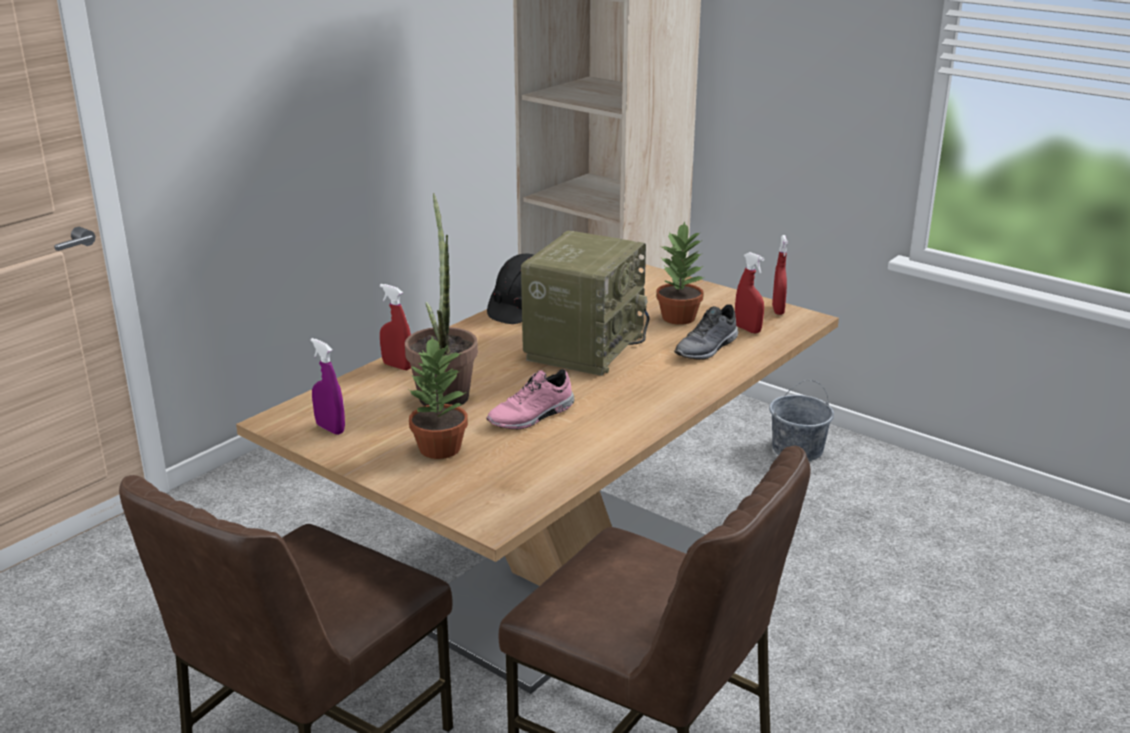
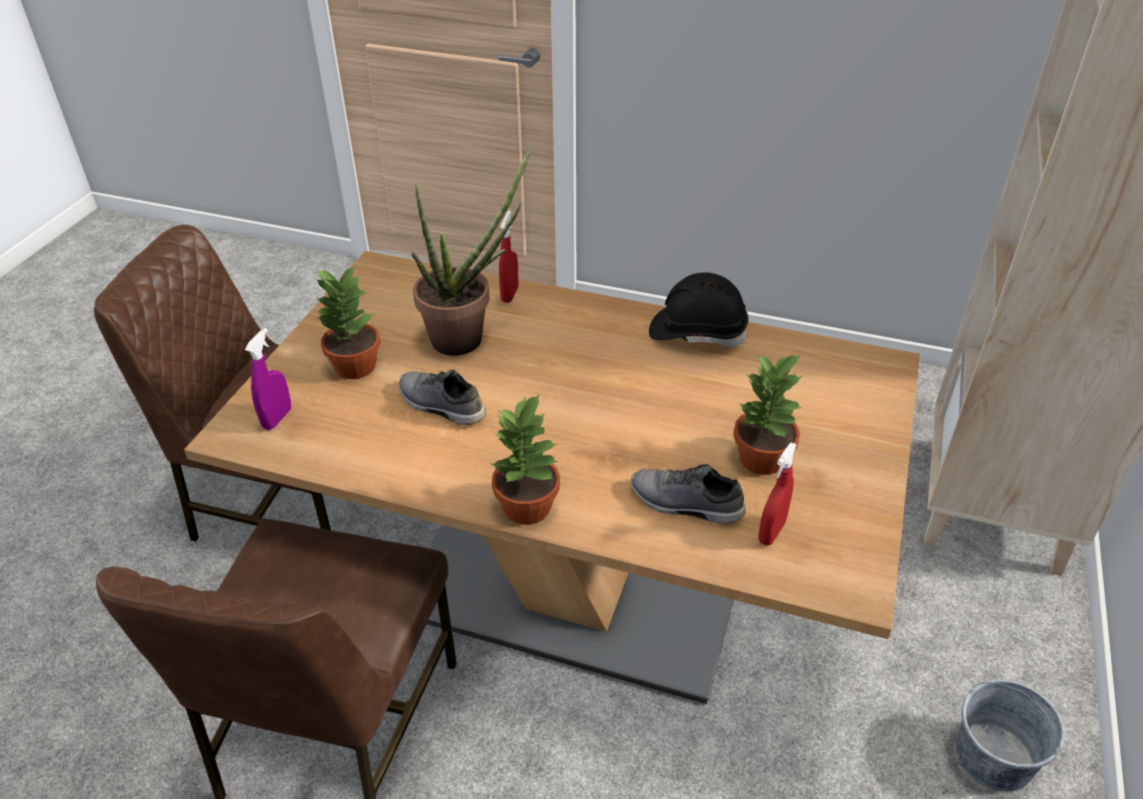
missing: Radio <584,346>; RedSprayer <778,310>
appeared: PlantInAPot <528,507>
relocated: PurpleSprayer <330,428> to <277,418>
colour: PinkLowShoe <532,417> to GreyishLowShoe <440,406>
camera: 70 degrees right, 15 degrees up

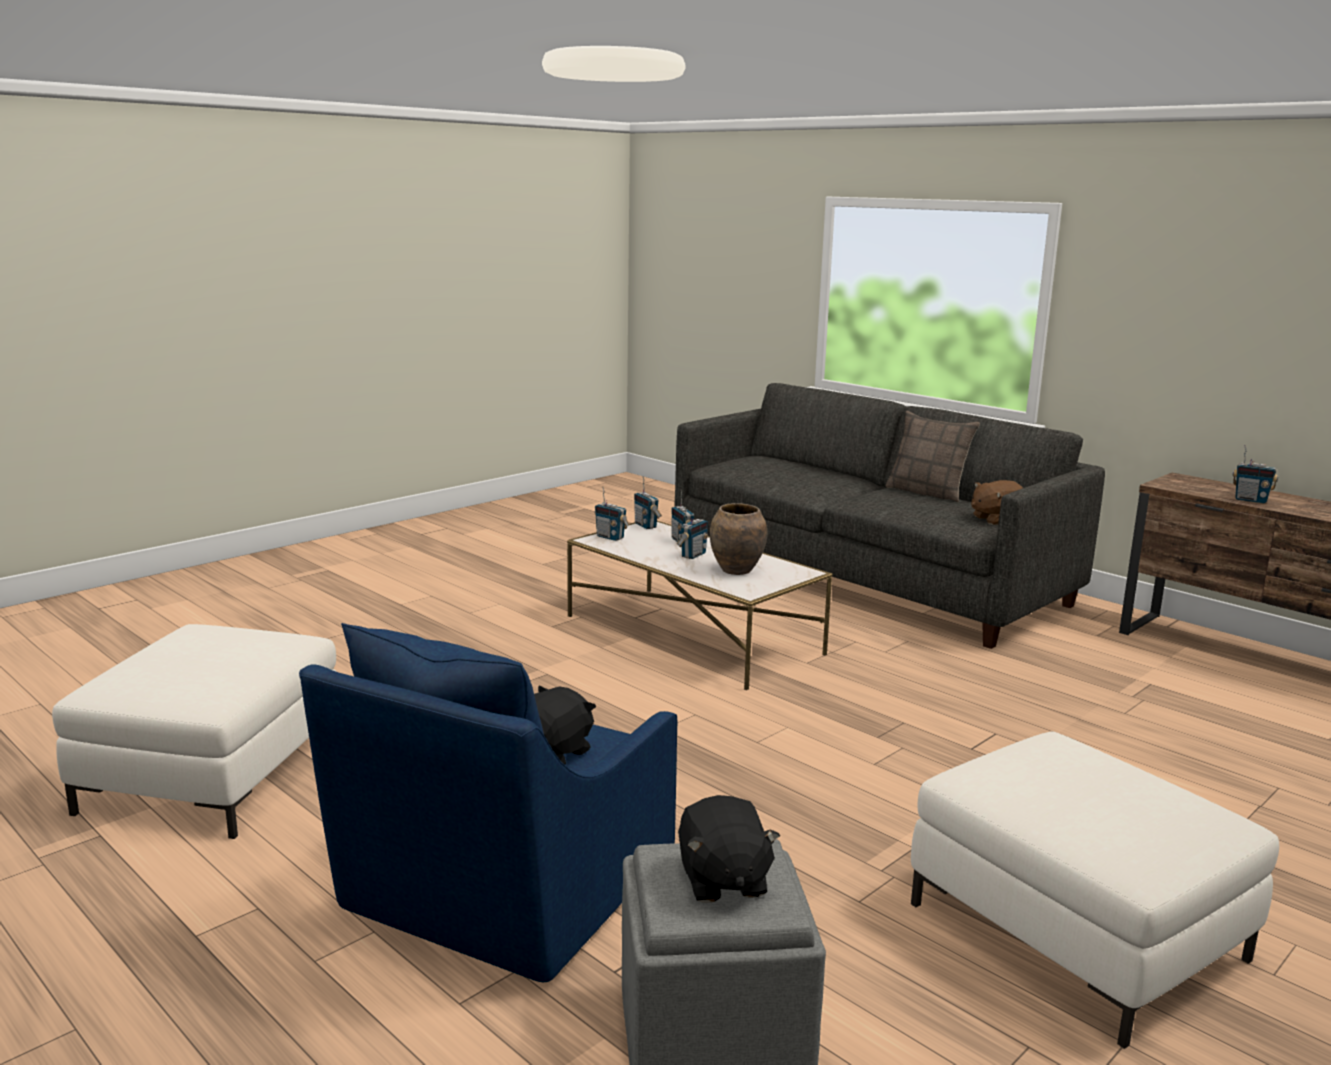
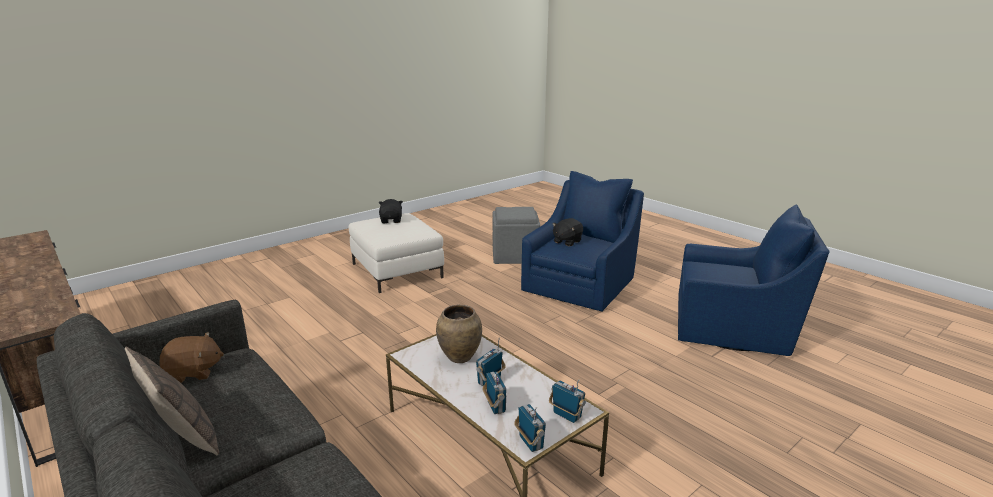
missing: Radio <1250,500>
relocated: BlackSoftToy <722,880> to <391,220>
exchanged: WhitishPouffe <214,774> to BlueEasyChair <735,327>
camera: 175 degrees left, 5 degrees up

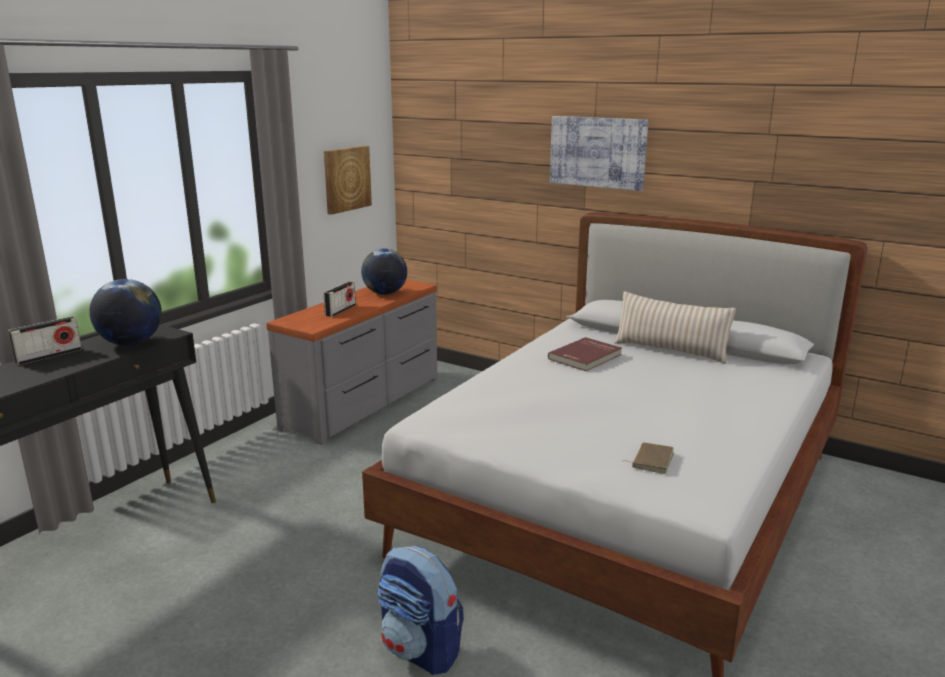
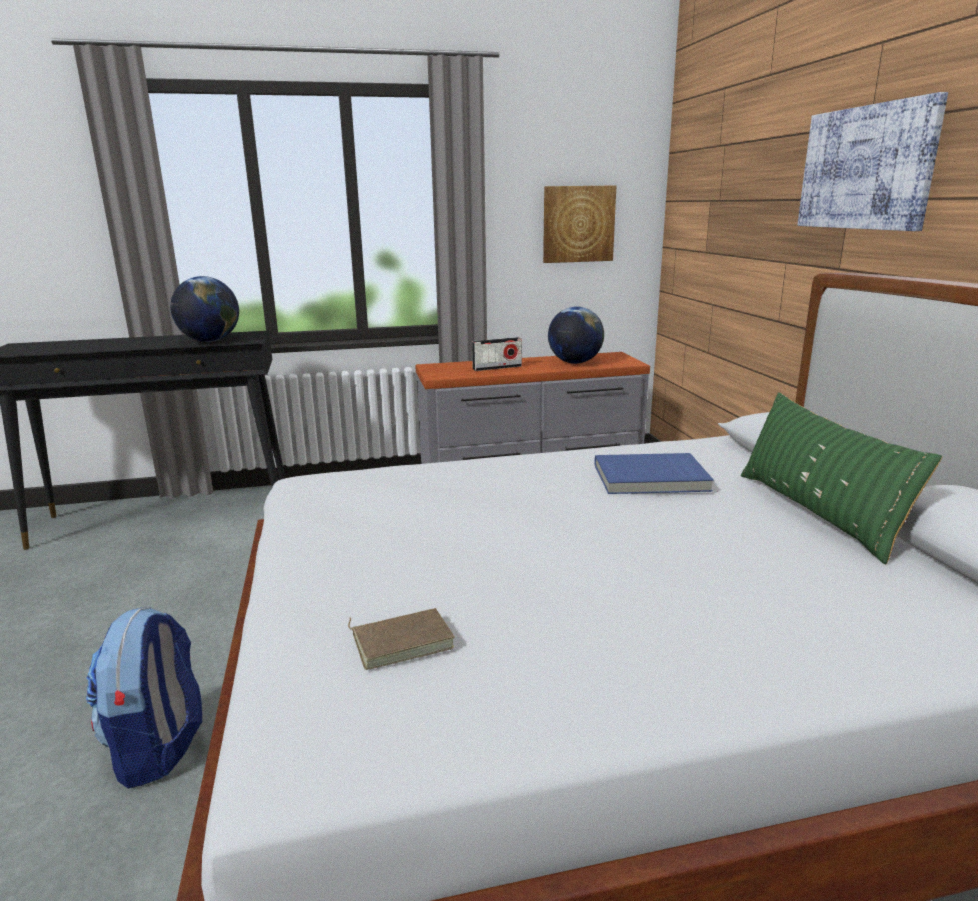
missing: Radio <49,356>
colour: RedBoundBook <586,357> to BlueBoundBook <651,478>; SandColouredThrowPillow <670,350> to GreenColouredThrowPillow <816,512>
camera: 45 degrees right, 0 degrees up

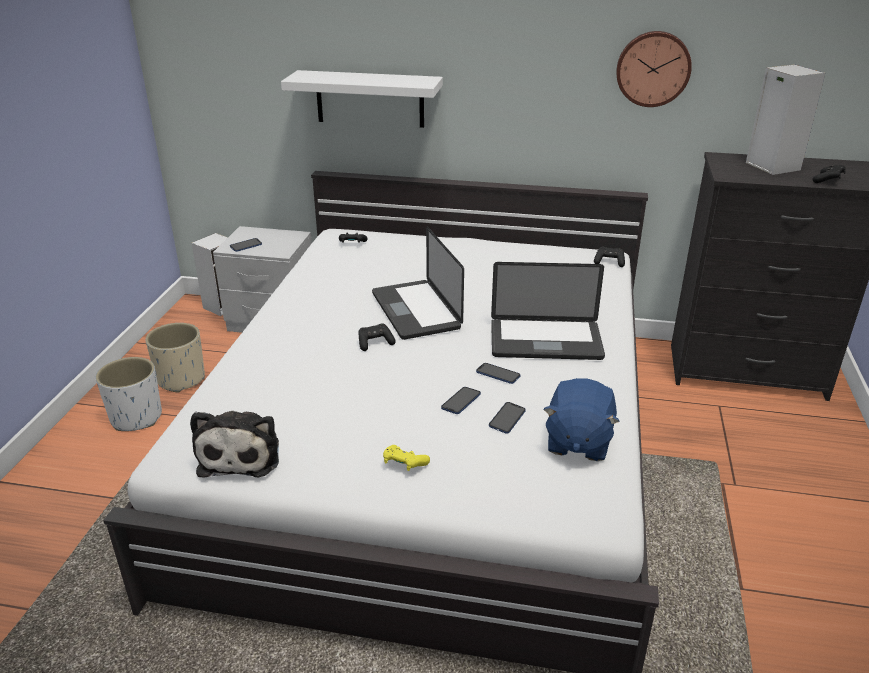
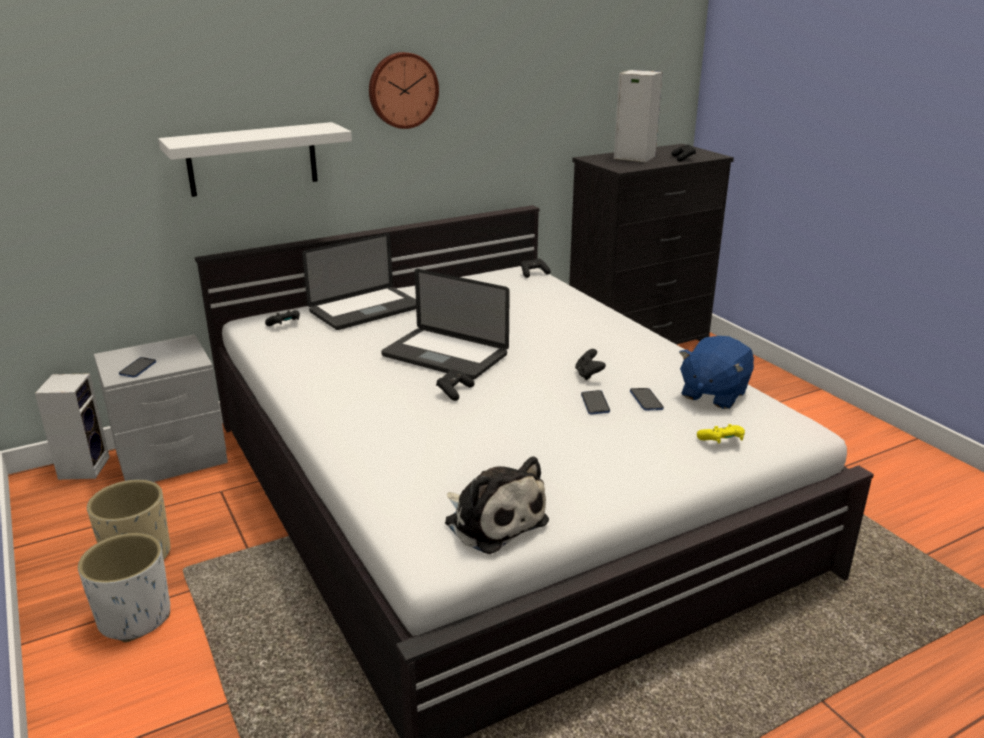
relocated: PortableComputer <545,341> to <365,310>; WallClock <653,68> to <402,90>; YellowJoypad <404,465> to <721,442>
exchanged: Handset <498,374> to BlackJoypad <588,375>
spun: BlueSoftToy <577,441> = <713,394> 60 degrees clockwise
camera: 40 degrees left, 5 degrees down

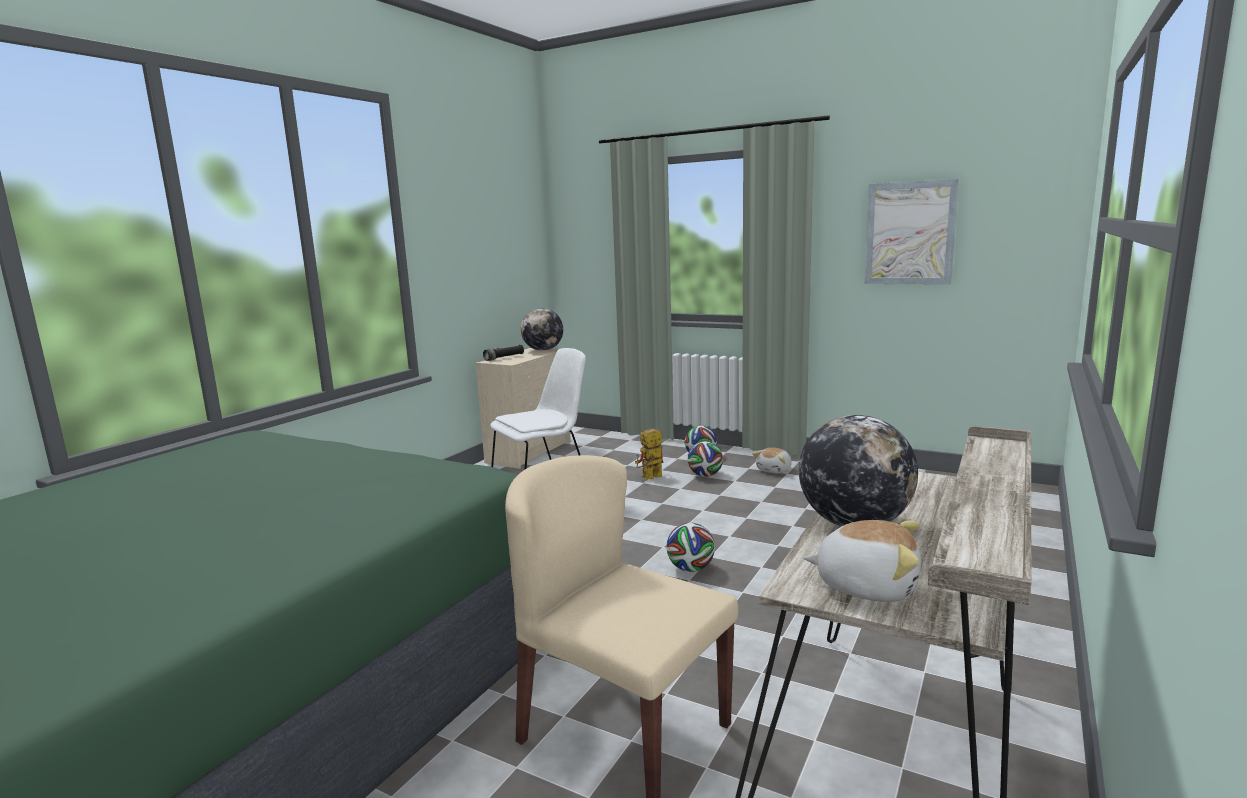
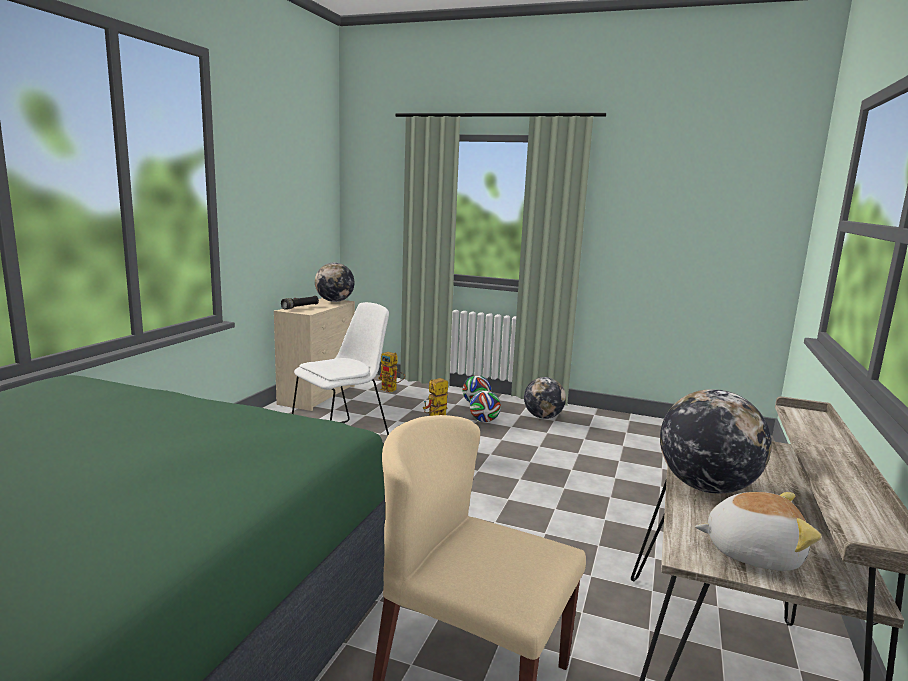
missing: BallForFootball <690,569>; Picture <909,233>
appeared: RobotFigure <392,390>
exchanged: SoftToy <775,470> to DeskGlobe <543,417>
camera: 10 degrees left, 0 degrees up

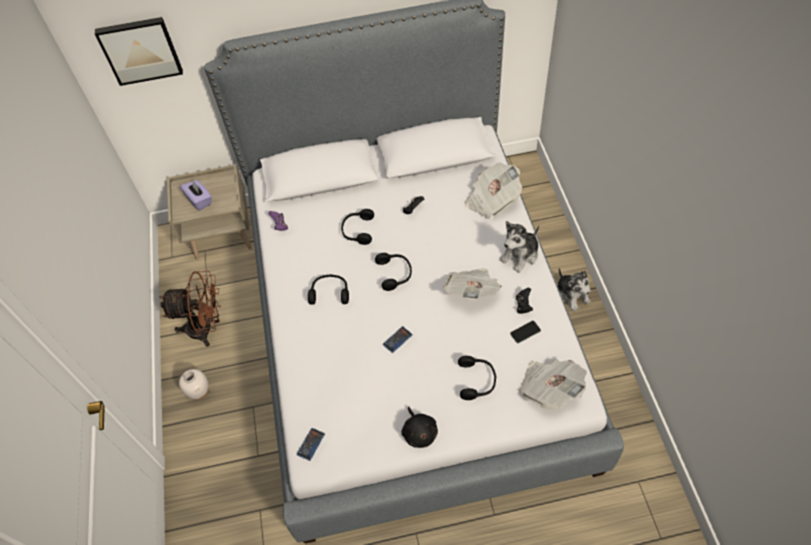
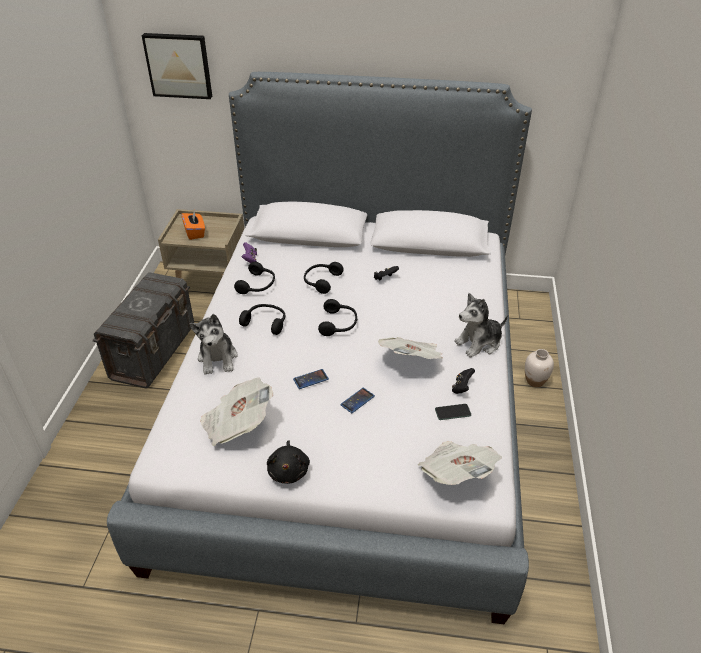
relocated: SoftToy <571,295> to <218,358>; Newspaper <492,200> to <237,424>; BlackPairOfHeadphones <477,381> to <258,285>; Handset <311,444> to <357,400>; WhitishVase <200,392> to <535,381>
exchanged: BrownishFan <206,328> to GreyishStorageBin <154,351>
colour: PurpleTissueBox <199,200> to OrangeyTissueBox <195,232>
camera: 15 degrees right, 15 degrees down

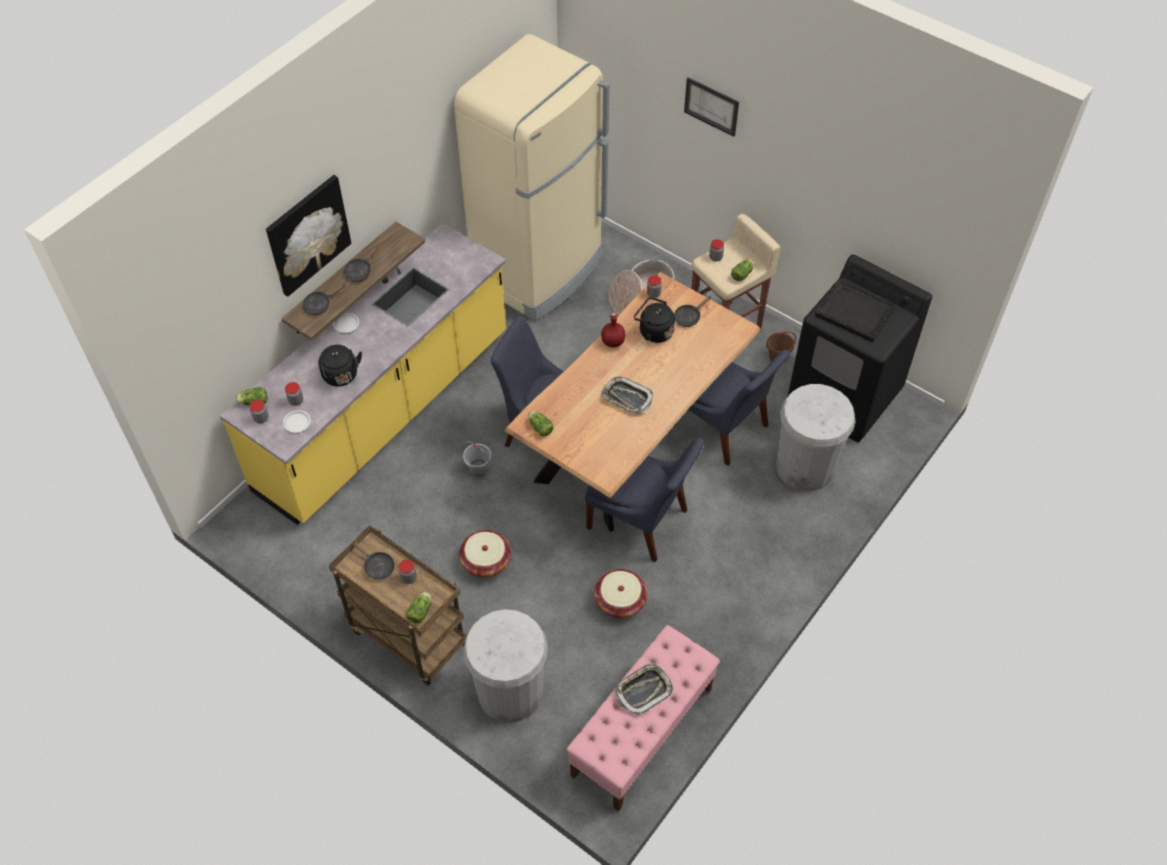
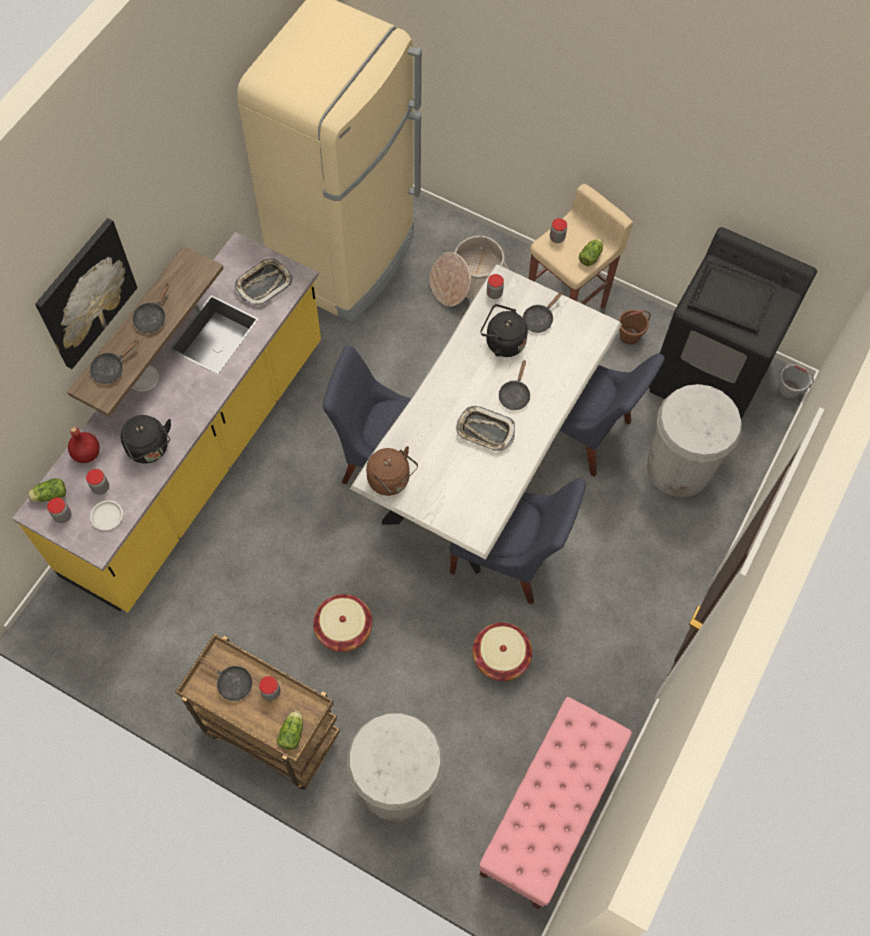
missing: Picture <711,106>
appeared: BlackPan <514,395>
relocated: RedBeverageBottle <612,342> to <86,453>; Tray <643,690> to <263,284>; GreyishWaterBucket <478,468> to <788,390>
exchanged: HeadOfLettuce <539,427> to BrownishKettle <391,481>
colour: BrownishDinnerTable <633,439> to WhitishDinnerTable <484,457>
camera: 10 degrees left, 10 degrees up

